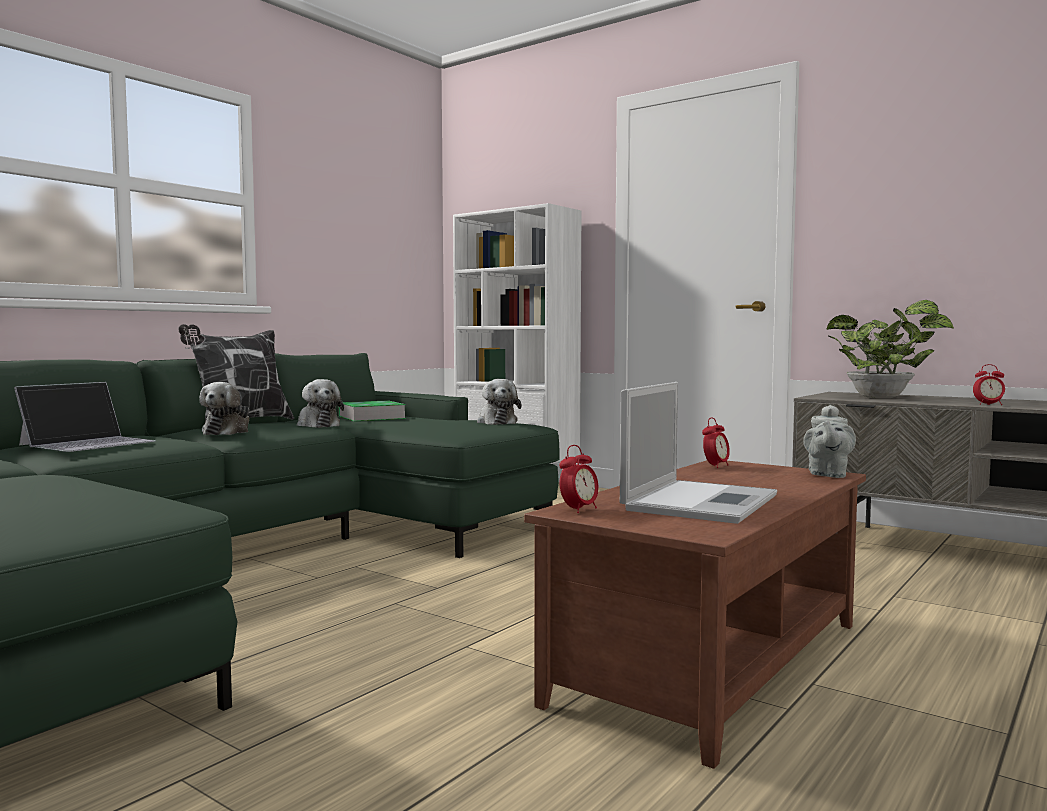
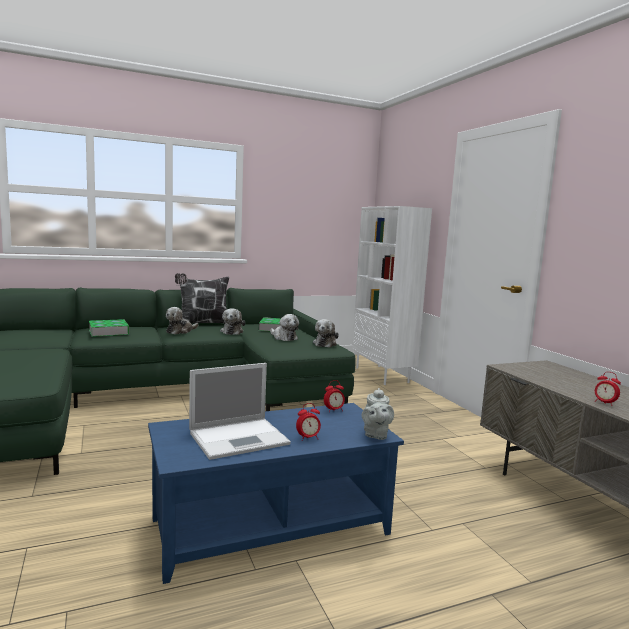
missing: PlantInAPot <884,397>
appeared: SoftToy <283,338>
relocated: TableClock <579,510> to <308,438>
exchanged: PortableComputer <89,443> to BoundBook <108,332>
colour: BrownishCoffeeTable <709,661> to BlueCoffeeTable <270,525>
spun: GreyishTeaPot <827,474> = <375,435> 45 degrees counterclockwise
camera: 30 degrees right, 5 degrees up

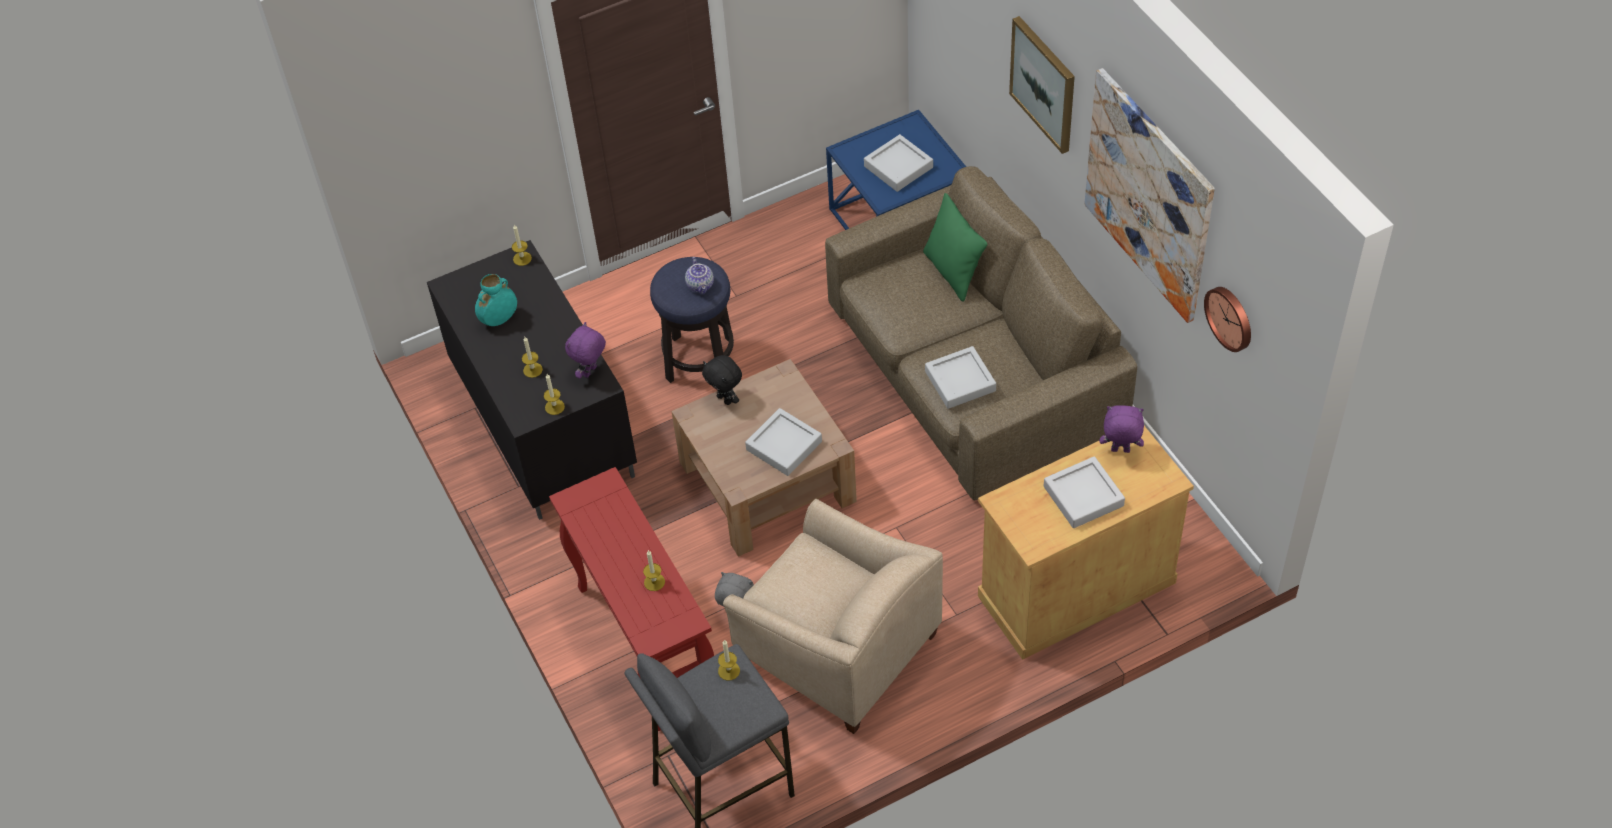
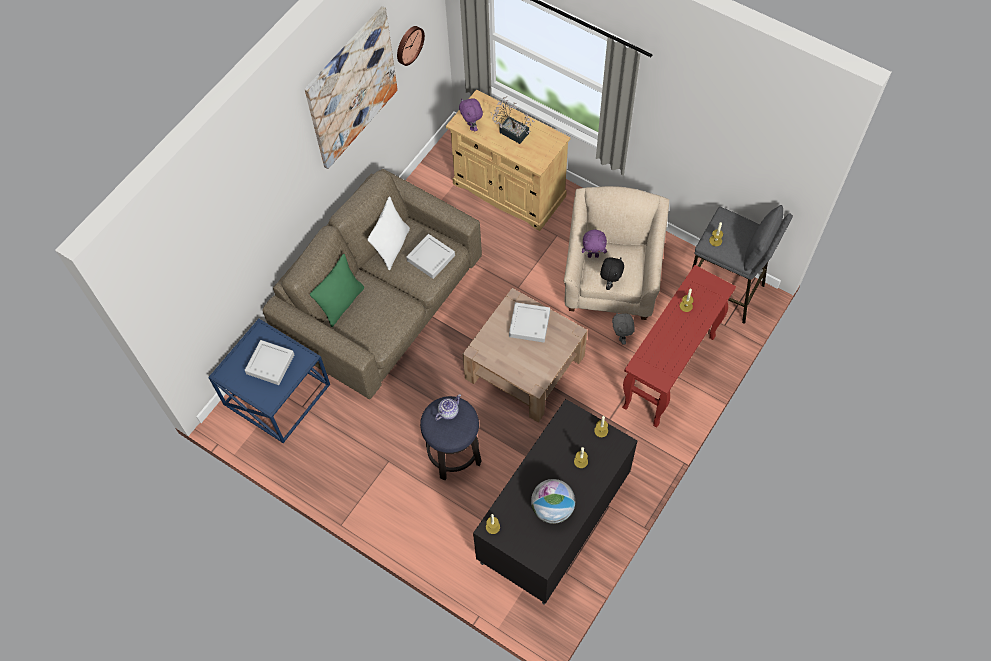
missing: Picture <1044,83>
appeared: WhitishThrowPillow <392,247>
relocated: PurpleSoftToy <590,372> to <593,255>; BlackSoftToy <725,399> to <610,282>
exchanged: GreyishTray <1083,496> to PlantInAPot <511,131>; TurquoiseColouredVase <499,319> to DeskGlobe <552,508>
camera: 120 degrees left, 10 degrees up

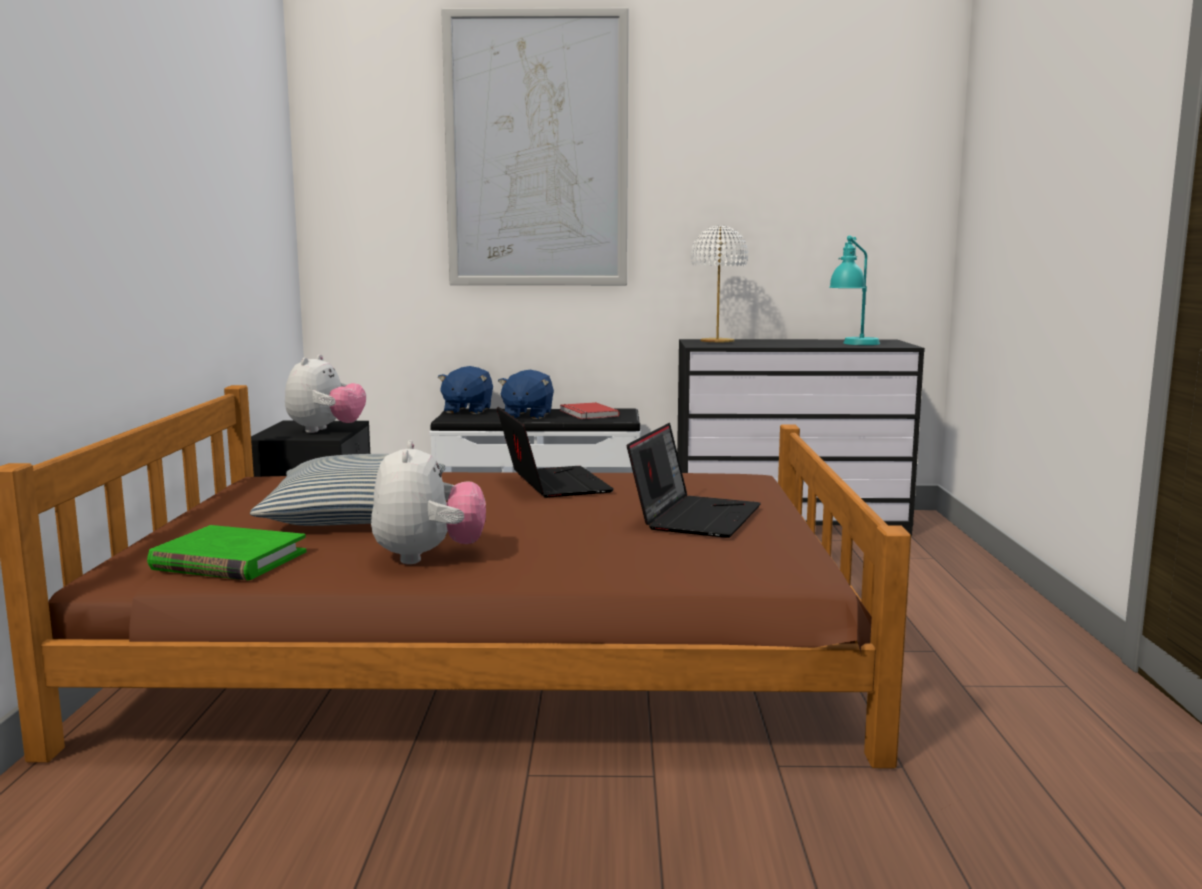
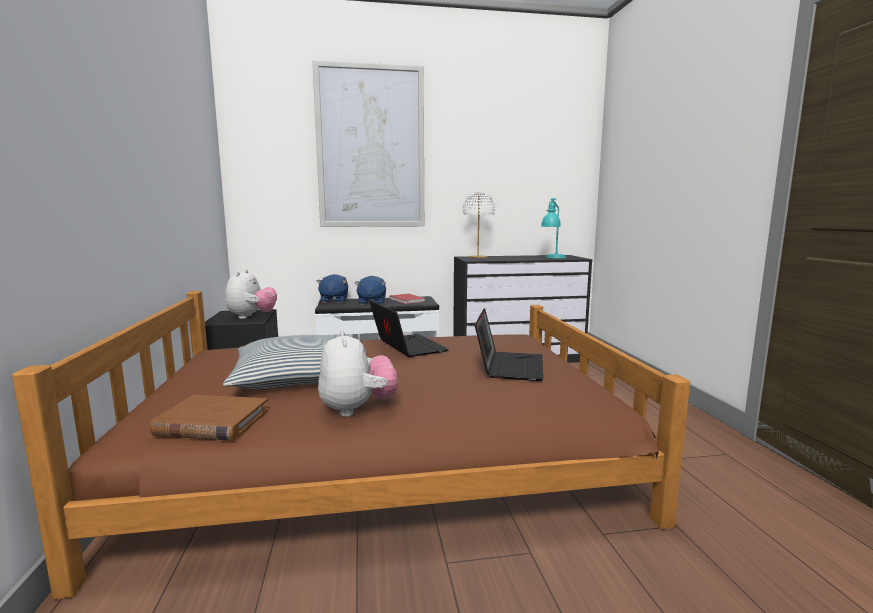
colour: GreenColouredBoundBook <228,560> to BrownishBoundBook <212,422>
camera: 10 degrees left, 0 degrees up

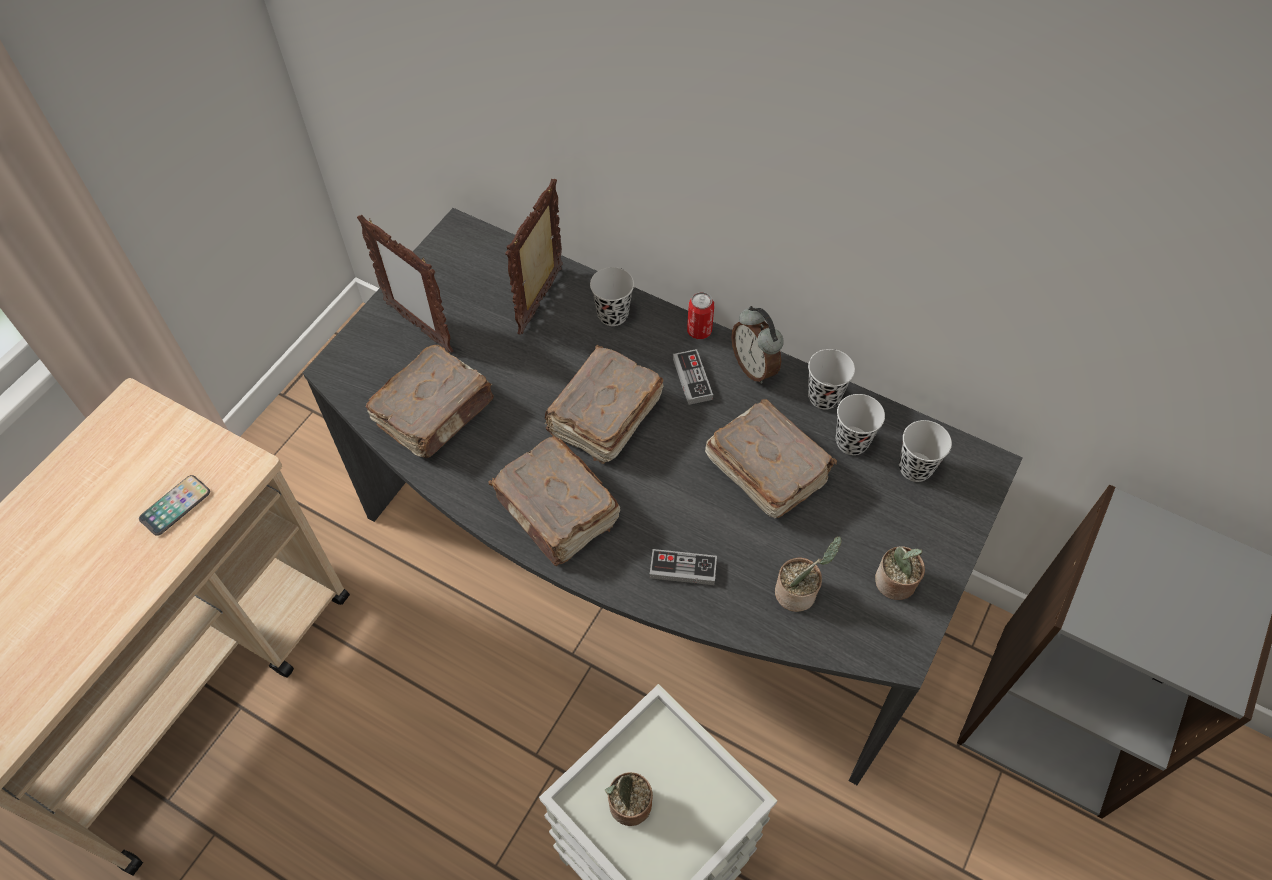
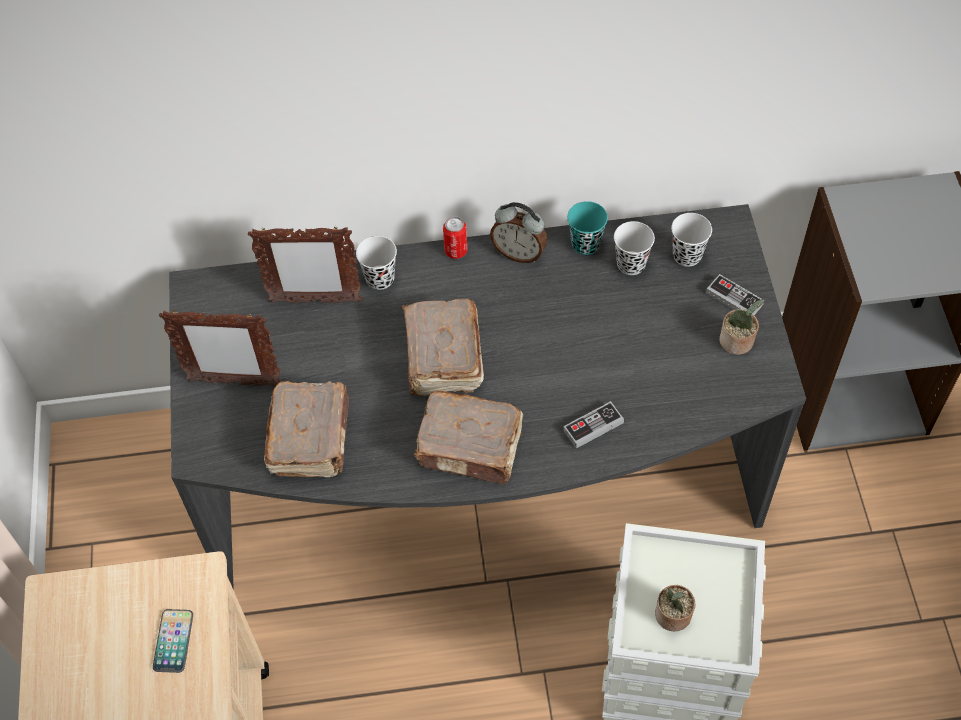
missing: BrownishBoundBook <766,468>; PlantInAPot <799,592>
relocated: Joypad <692,379> to <734,299>
colour: BlackDrinkingCup <824,397> to TurquoiseColouredDrinkingCup <585,244>
spun: PhotoFrame <542,300> = <314,301> 75 degrees counterclockwise
camera: 35 degrees left, 0 degrees up

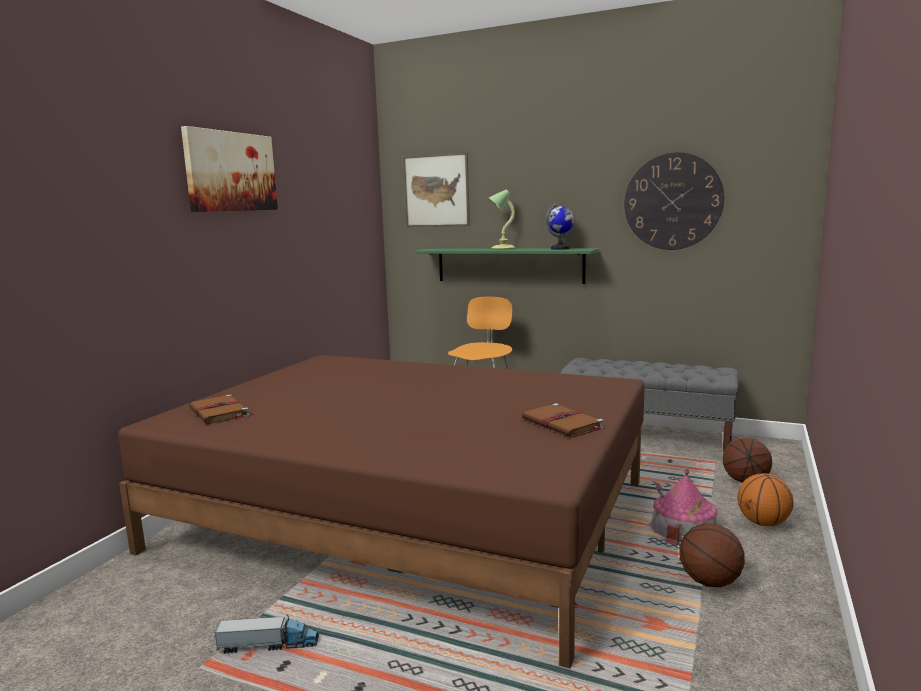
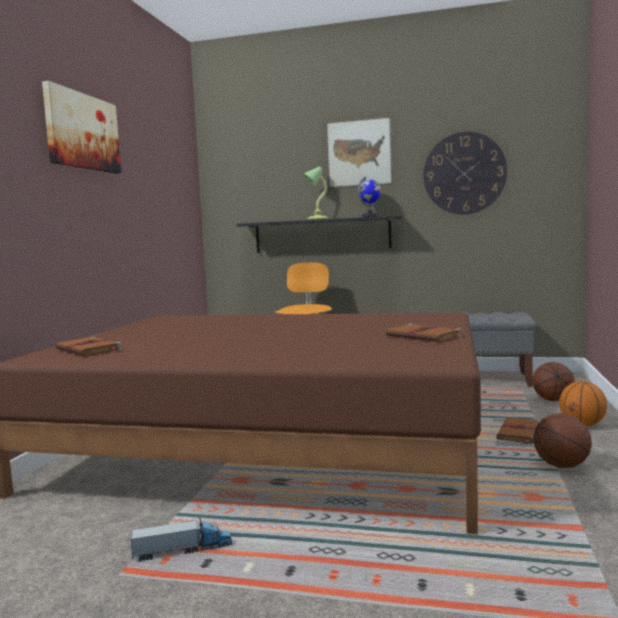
relocated: Picture <436,191> to <359,153>
exchanged: ToyHouse <683,528> to BrownishBoundBook <520,433>
colour: GreenColouredWallShelf <509,265> to BlackWallShelf <322,235>
camera: 10 degrees left, 5 degrees down

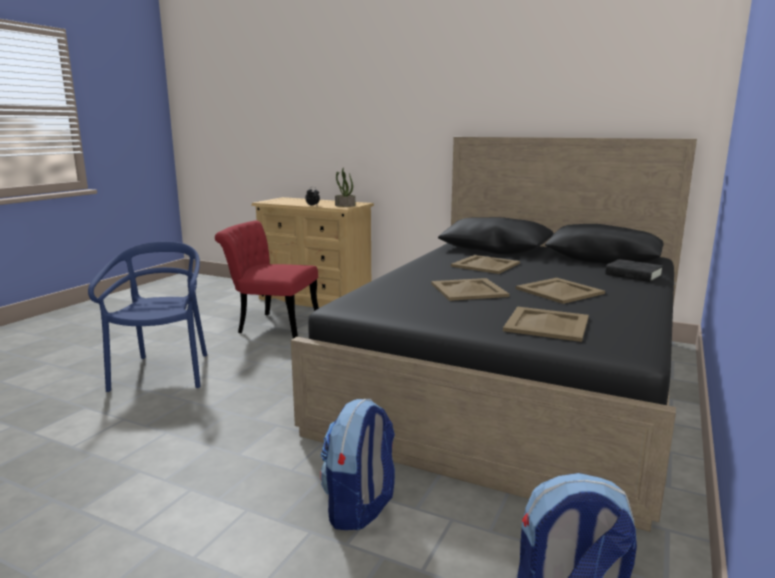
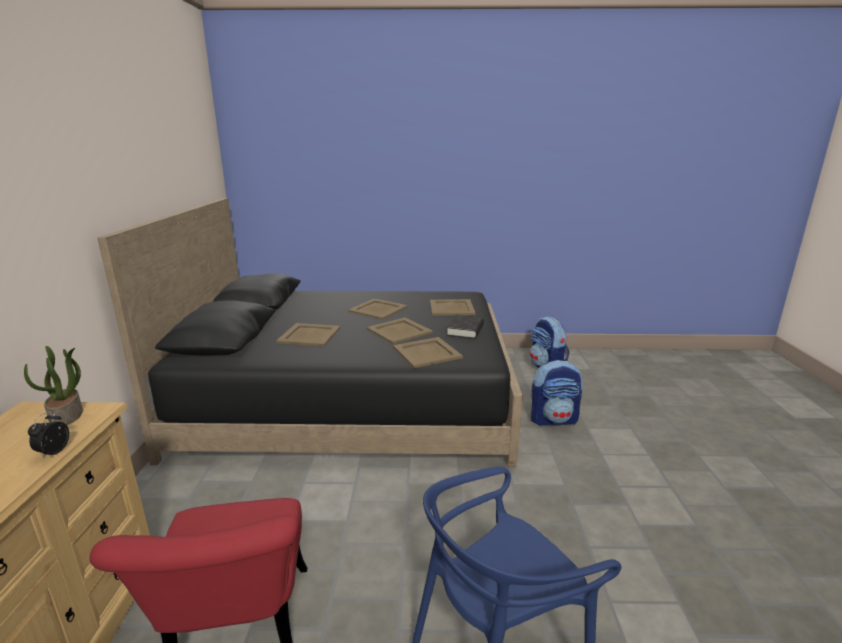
appeared: SandColouredTray <426,353>
relocated: BlackBoundBook <633,275> to <465,330>
camera: 115 degrees left, 5 degrees up

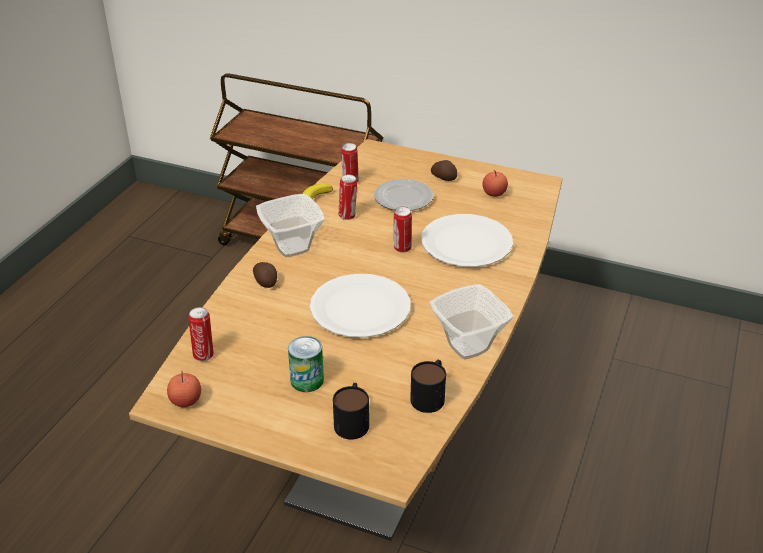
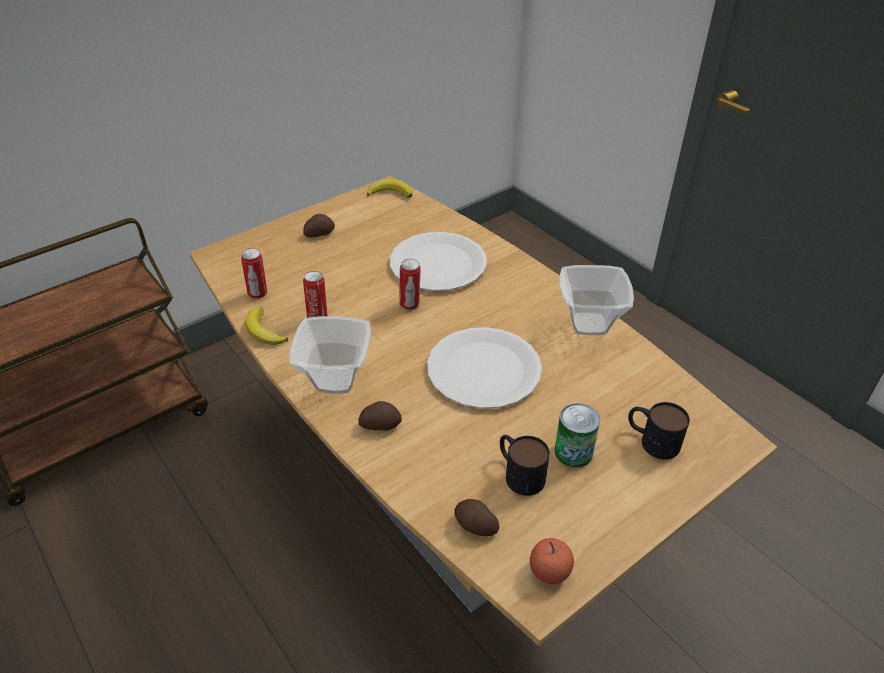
missing: FlatDish <402,198>; Apple <494,193>
appeared: BananaFruit <390,192>
relocated: TeaMug <430,395> to <518,472>
exchanged: SealedCan <204,354> to Spud <475,526>
camera: 60 degrees left, 5 degrees up

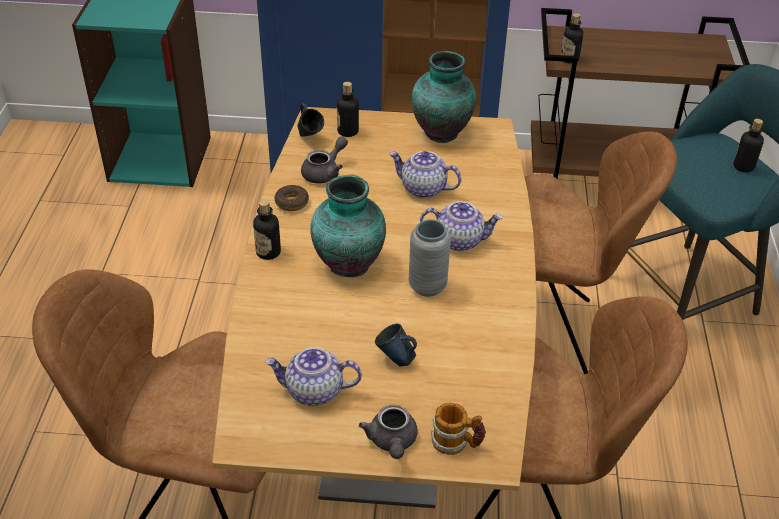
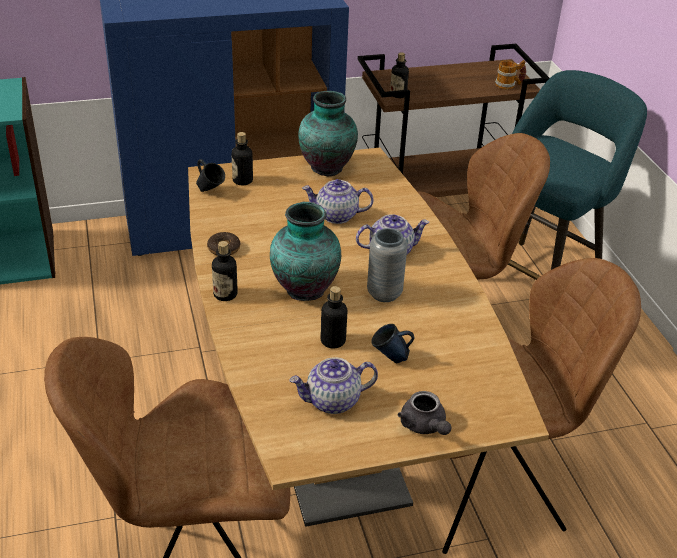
missing: GreyishTeaPot <325,172>
relocated: BeverageBottle <743,166> to <333,341>; TeaMug <456,443> to <509,85>
camera: 20 degrees left, 5 degrees down

